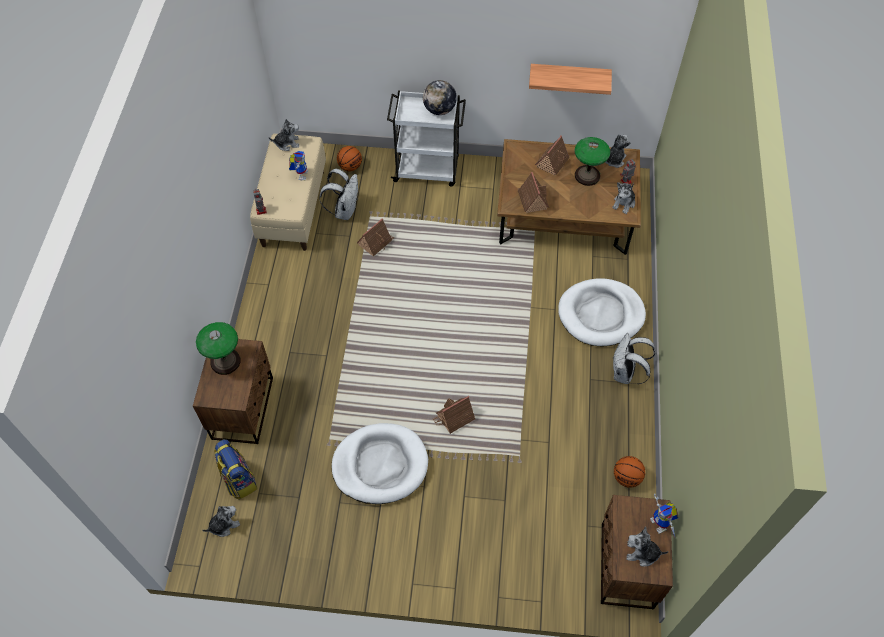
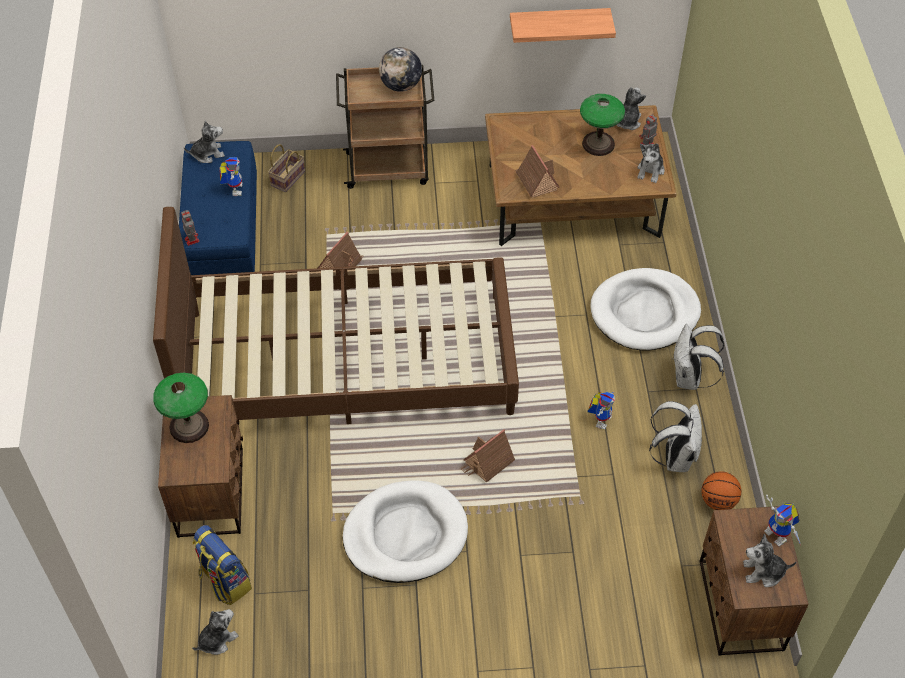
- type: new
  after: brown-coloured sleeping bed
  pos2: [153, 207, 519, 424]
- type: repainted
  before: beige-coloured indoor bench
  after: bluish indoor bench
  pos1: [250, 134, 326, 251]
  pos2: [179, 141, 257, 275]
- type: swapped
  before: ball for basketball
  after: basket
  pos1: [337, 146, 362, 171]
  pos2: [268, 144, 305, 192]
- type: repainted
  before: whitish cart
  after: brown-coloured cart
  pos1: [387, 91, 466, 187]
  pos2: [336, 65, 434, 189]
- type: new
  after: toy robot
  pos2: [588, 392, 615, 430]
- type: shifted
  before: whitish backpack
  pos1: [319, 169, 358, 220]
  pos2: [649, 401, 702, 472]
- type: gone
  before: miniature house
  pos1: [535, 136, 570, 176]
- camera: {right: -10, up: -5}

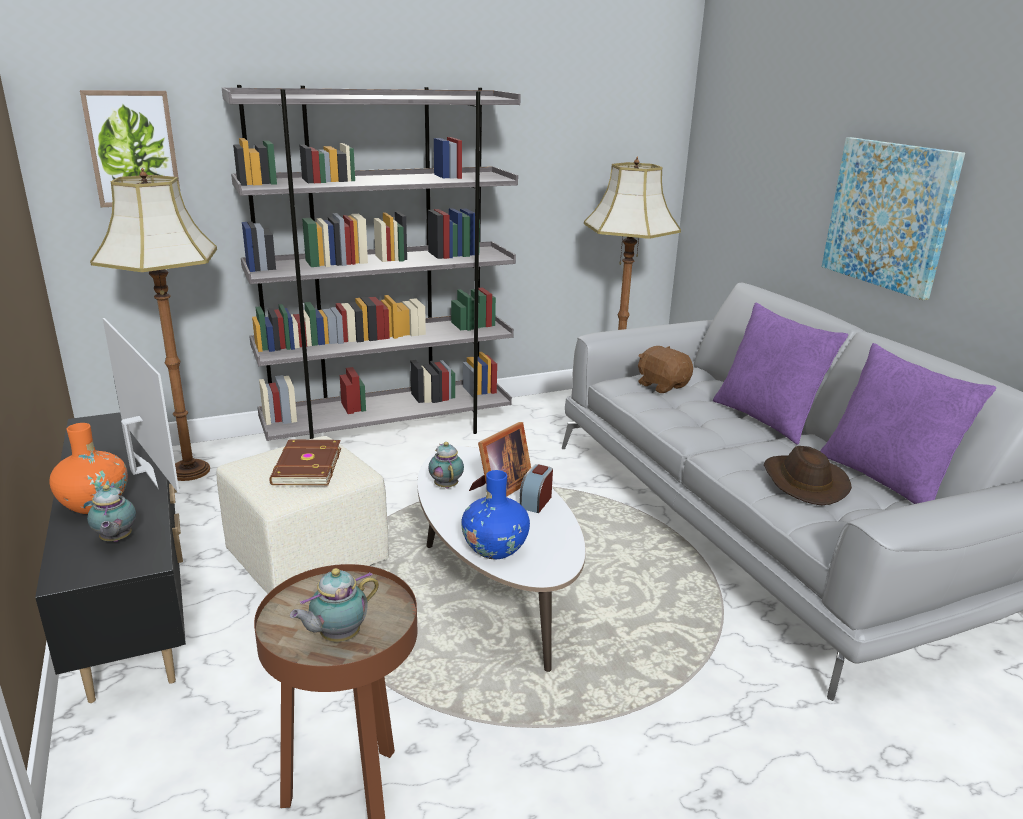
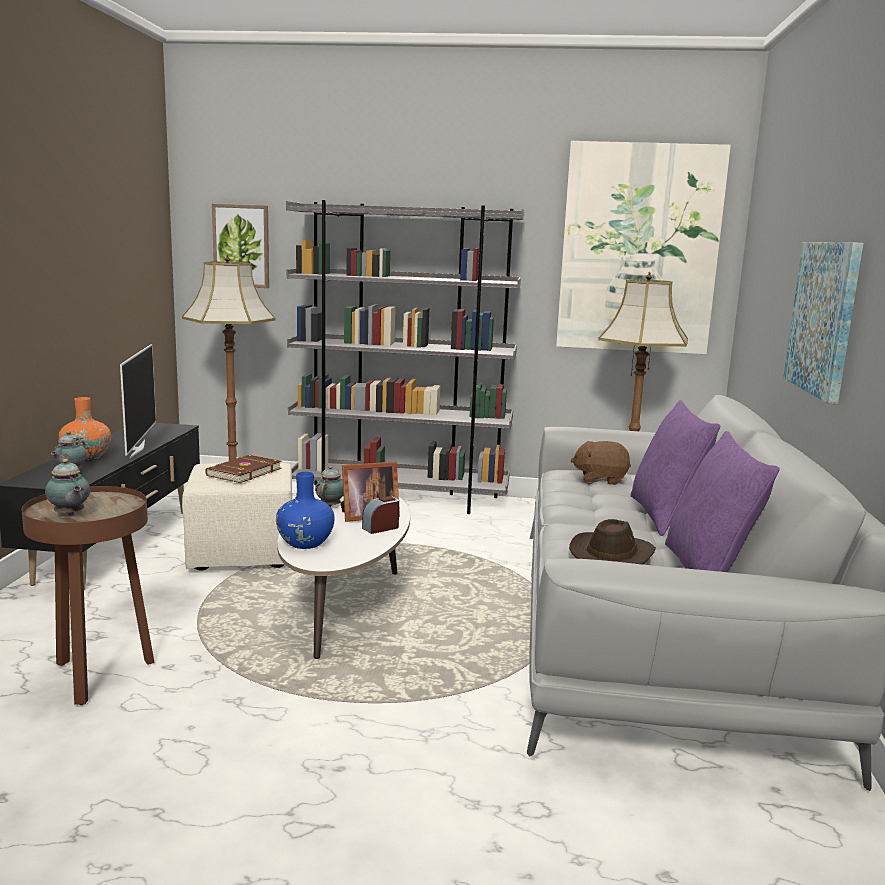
- type: rotated
  before: teapot
  pos1: [290, 568, 379, 642]
  pos2: [45, 459, 90, 516]
  turn: -120
- type: new
  after: picture
  pos2: [556, 141, 731, 354]
- type: rotated
  before: brown-coloured cuddly toy
  pos1: [638, 346, 693, 393]
  pos2: [571, 441, 631, 485]
  turn: -75
- camera: {right: 30, up: -10}

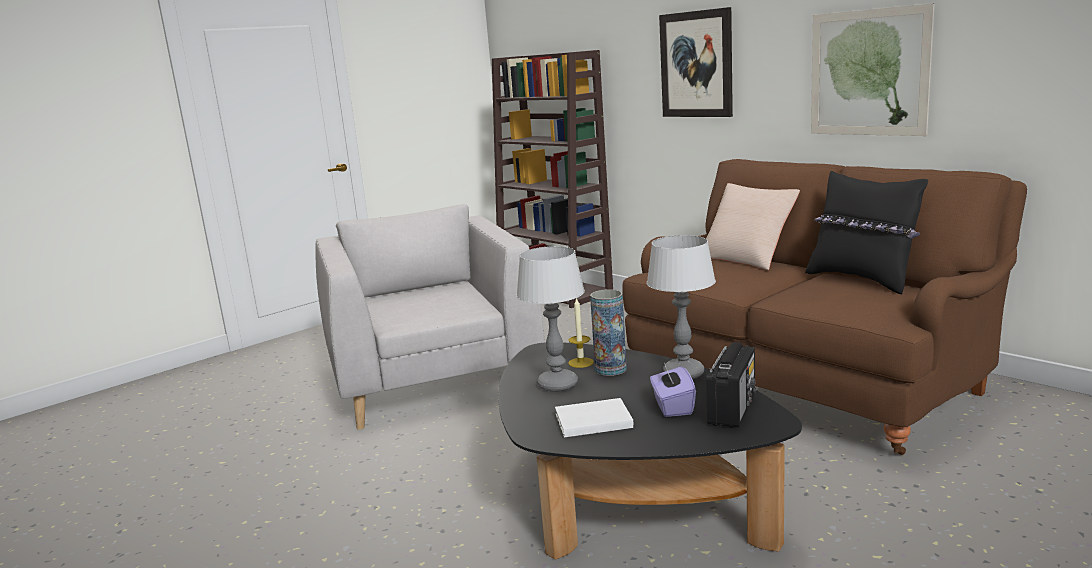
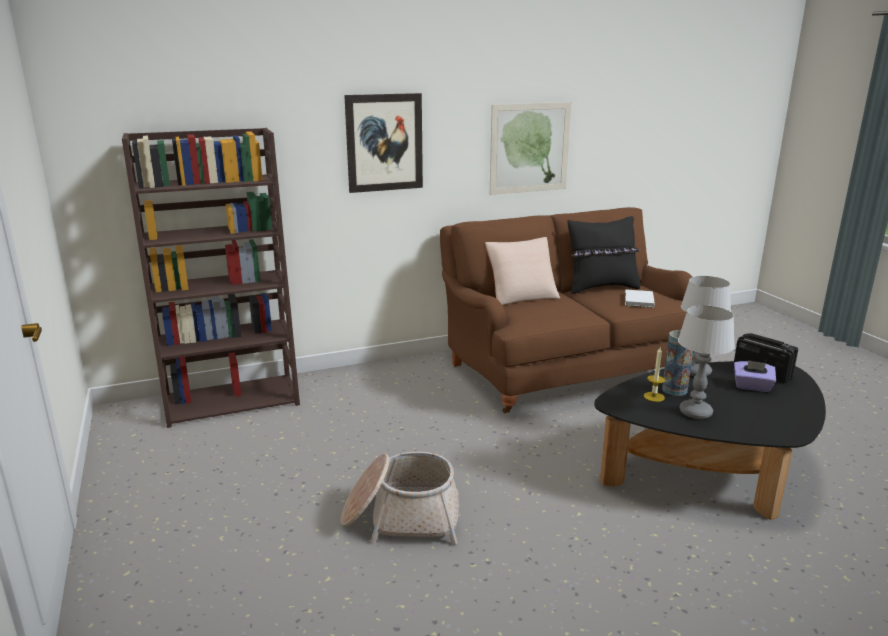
- type: swapped
  before: grey easy chair
  after: basket
  pos1: [315, 204, 545, 430]
  pos2: [341, 452, 459, 545]
- type: shifted
  before: whitish volume
  pos1: [555, 398, 634, 438]
  pos2: [625, 289, 655, 308]
- camera: {right: -70, up: 5}

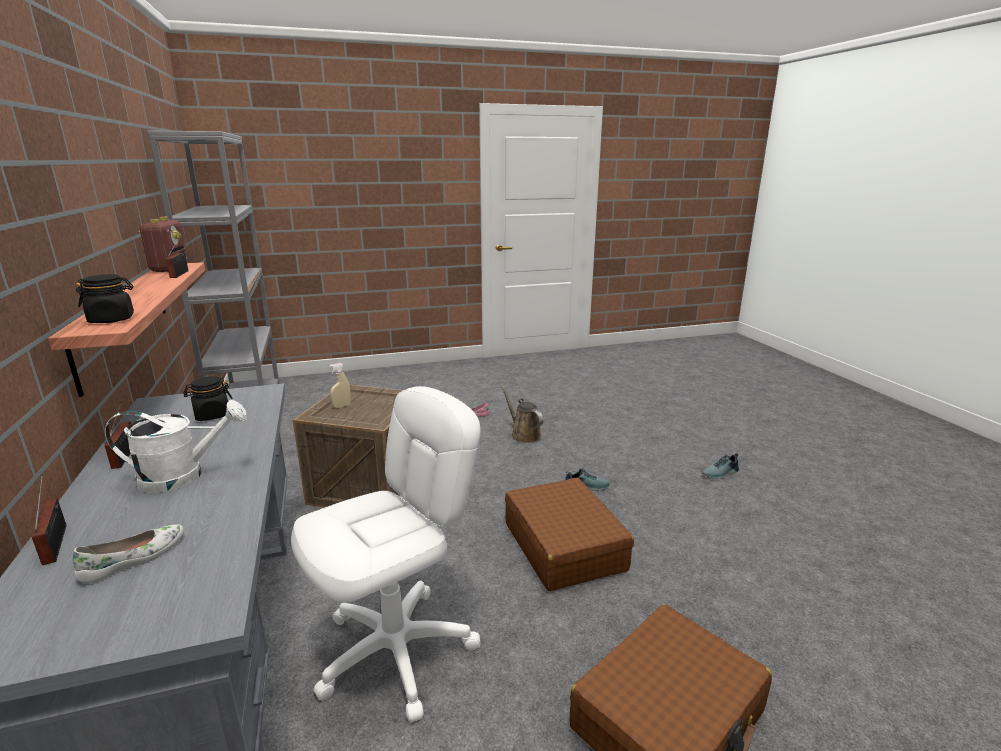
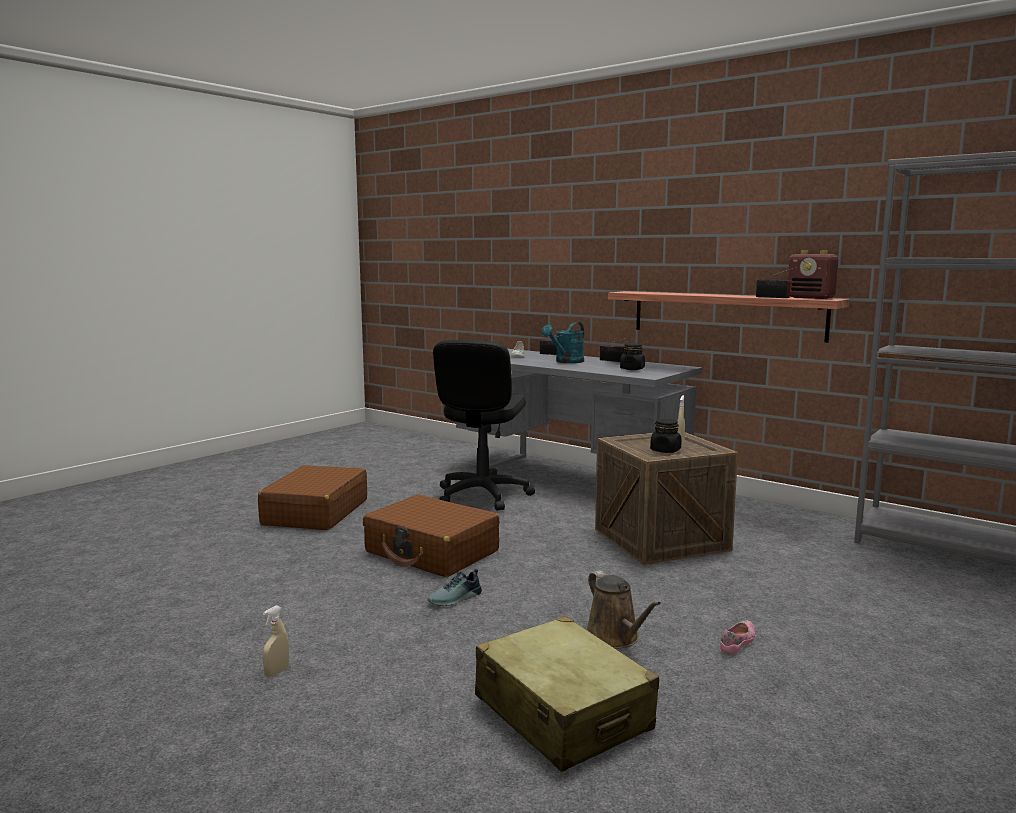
- type: swapped
  before: item of footwear
  after: beige-coloured sprayer
  pos1: [702, 453, 739, 479]
  pos2: [263, 606, 289, 677]
- type: repainted
  before: whitish computer chair
  after: black computer chair
  pos1: [291, 386, 481, 722]
  pos2: [433, 340, 535, 511]
- type: new
  after: beige-coloured suitcase
  pos2: [475, 616, 659, 772]
- type: repainted
  before: whitish sprinkling can
  after: turquoise sprinkling can
  pos1: [105, 400, 247, 493]
  pos2: [541, 322, 584, 363]
- type: rotated
  before: brown-coloured sprinkling can
  pos1: [501, 386, 544, 443]
  pos2: [586, 571, 661, 649]
  turn: 45
- type: shifted
  before: black storage jar
  pos1: [76, 274, 134, 323]
  pos2: [650, 419, 682, 453]
- camera: {right: 145, up: -10}

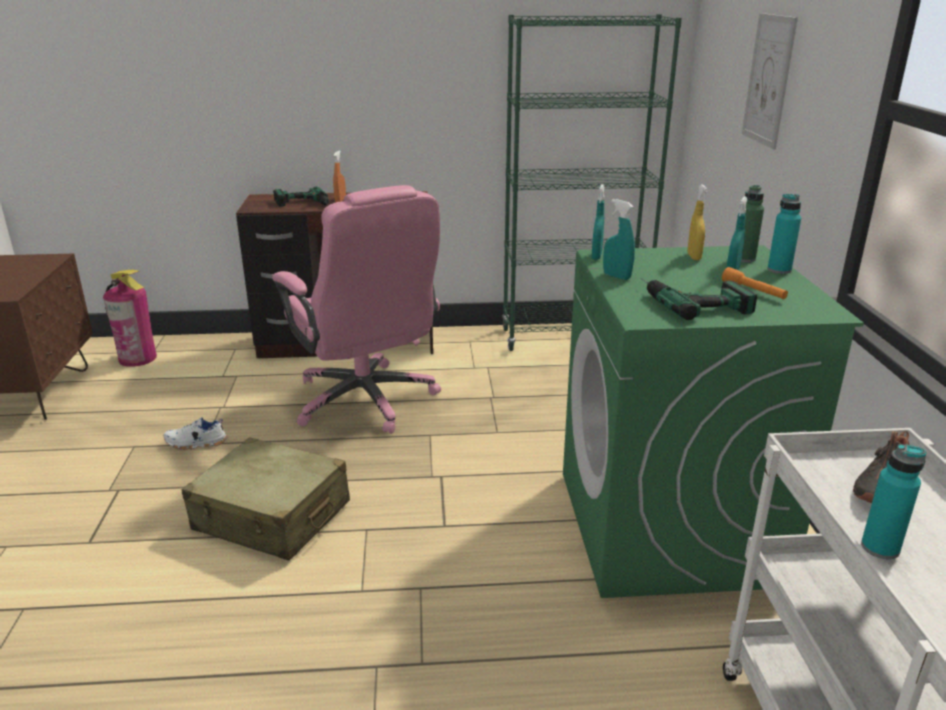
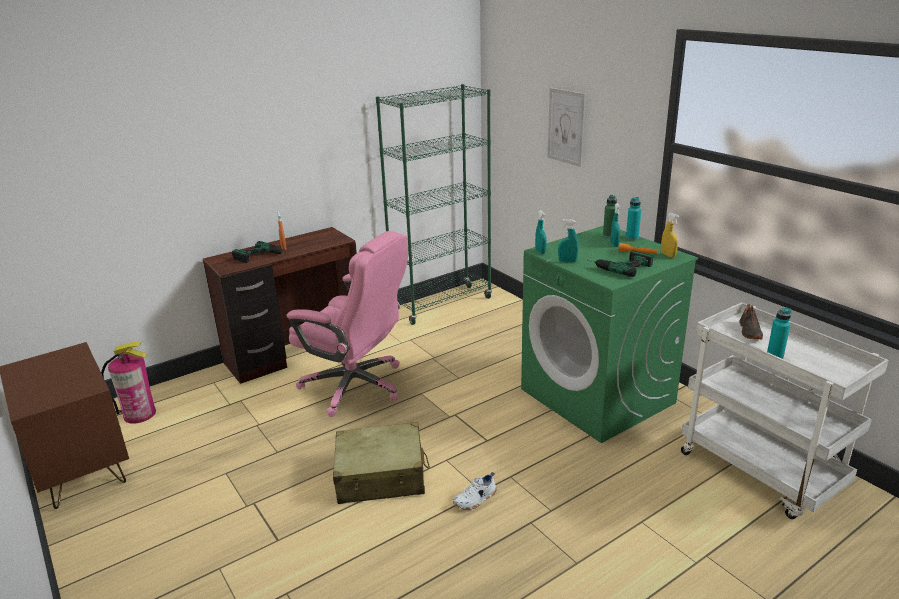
- type: shifted
  before: whitish item of footwear
  pos1: [164, 417, 227, 450]
  pos2: [453, 472, 496, 510]
- type: shifted
  before: yellowish sprayer
  pos1: [687, 185, 708, 260]
  pos2: [661, 213, 679, 257]
- camera: {right: -30, up: 0}

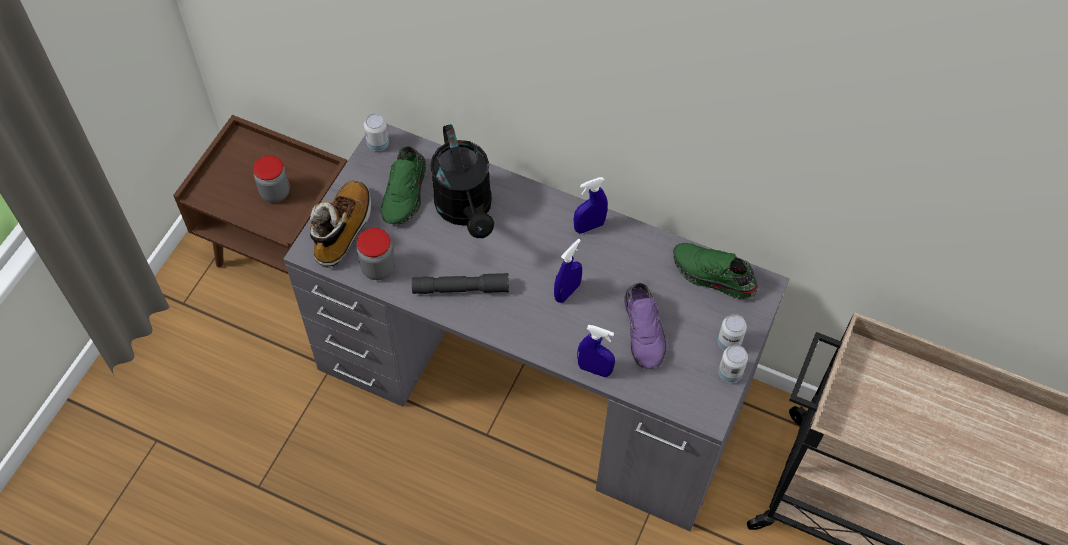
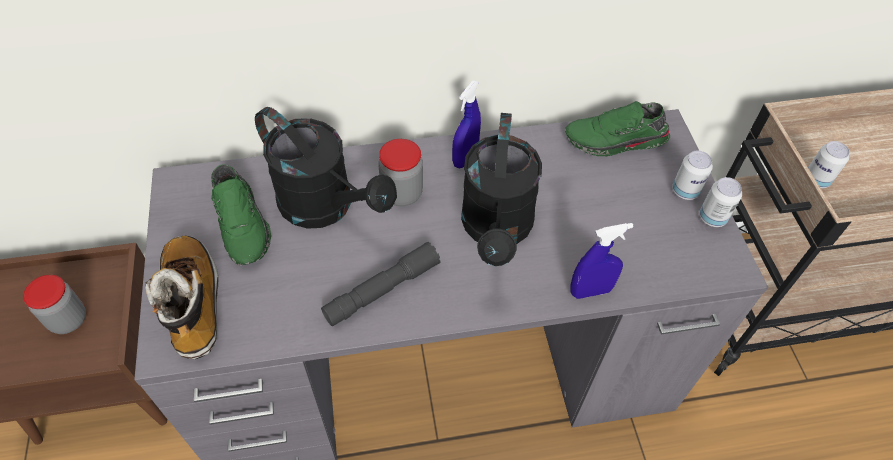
- type: shifted
  before: storage jar
  pos1: [357, 228, 395, 280]
  pos2: [378, 139, 423, 206]
- type: swapped
  before: bluish sprayer
  after: black sprinkling can
  pos1: [554, 239, 582, 303]
  pos2: [461, 113, 542, 266]
- type: shifted
  before: can
  pos1: [364, 114, 389, 151]
  pos2: [808, 141, 850, 188]
- type: gone
  before: purple-coloured item of footwear
  pos1: [624, 283, 667, 369]
- camera: {right: -35, up: -5}

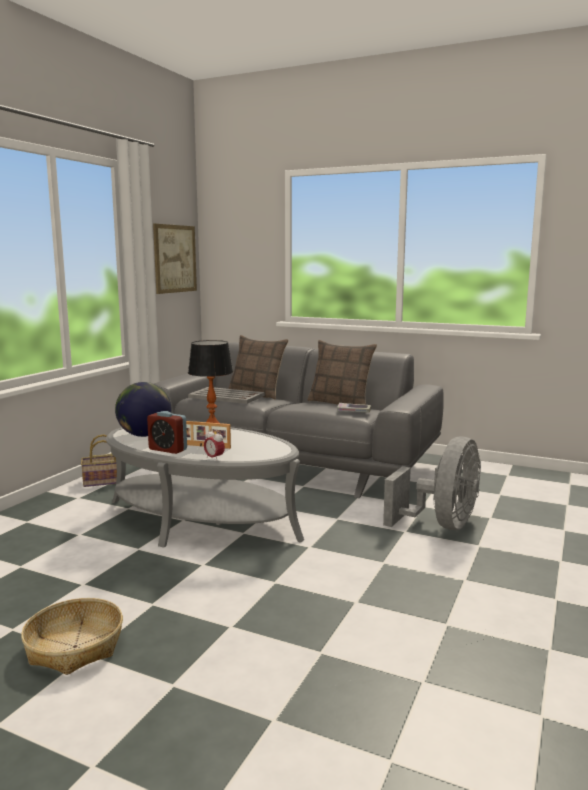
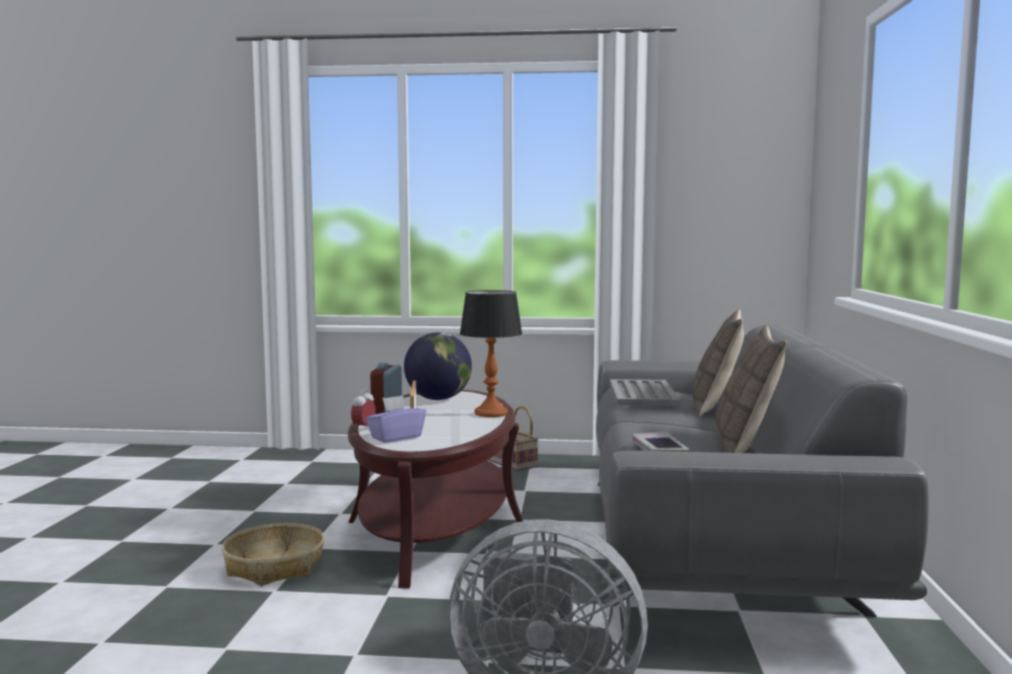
- type: shifted
  before: basket
  pos1: [21, 598, 123, 675]
  pos2: [222, 523, 325, 586]
- type: repainted
  before: grey lounge table
  after: brown-coloured lounge table
  pos1: [106, 427, 304, 547]
  pos2: [348, 390, 523, 589]
- type: new
  after: purple-coloured tissue holder
  pos2: [366, 395, 426, 443]
- type: gone
  before: picture
  pos1: [153, 224, 197, 294]
- camera: {right: 70, up: -5}

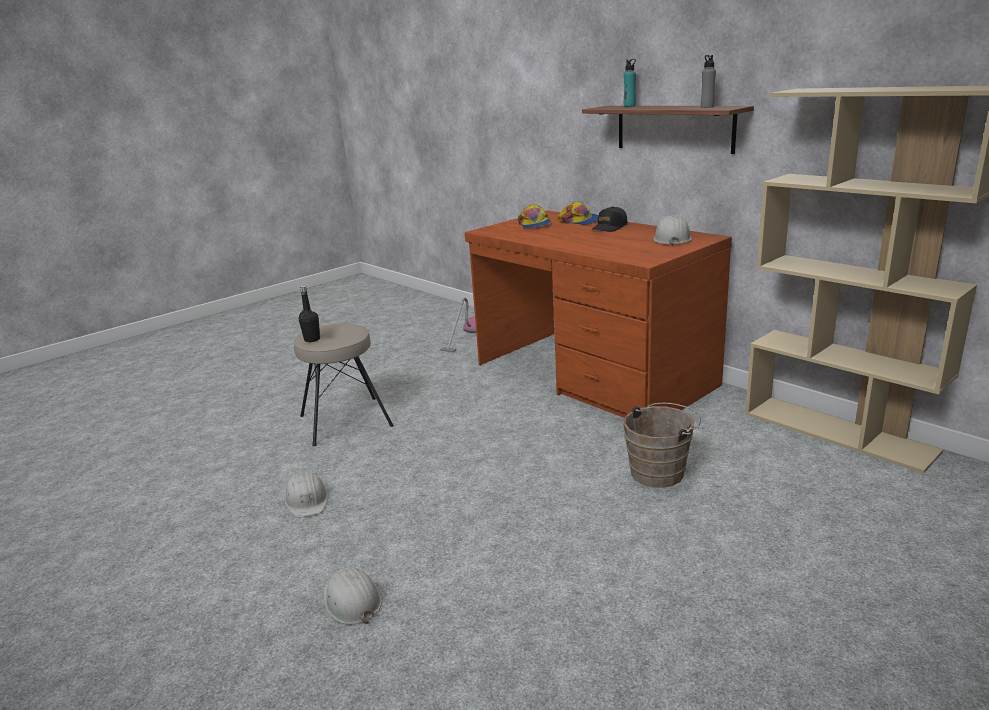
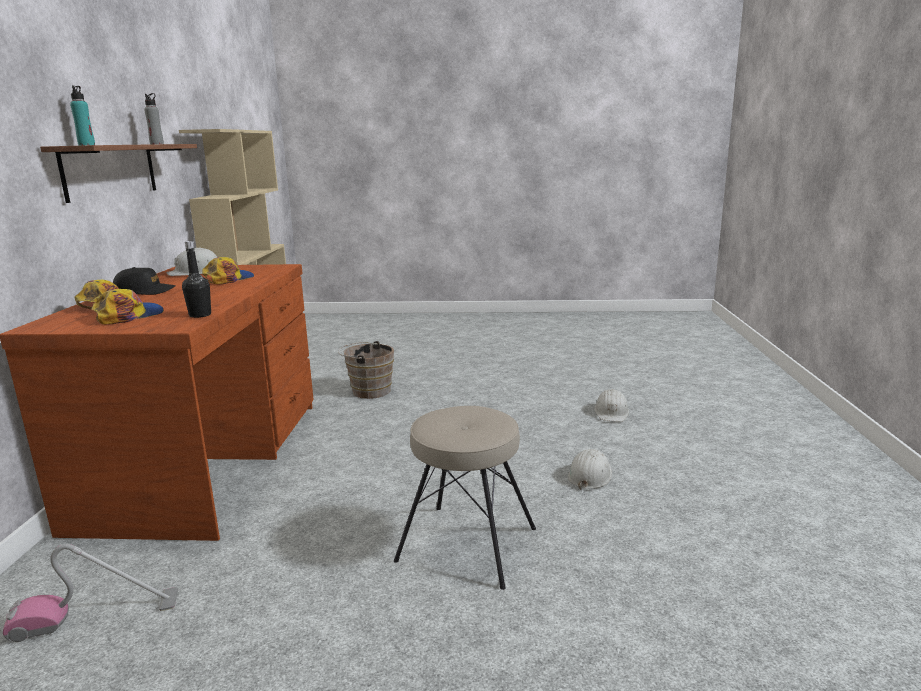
- type: shifted
  before: black bottle
  pos1: [299, 286, 320, 342]
  pos2: [182, 241, 211, 318]
- type: new
  after: baseball cap
  pos2: [202, 257, 254, 284]
- camera: {right: -135, up: -5}

